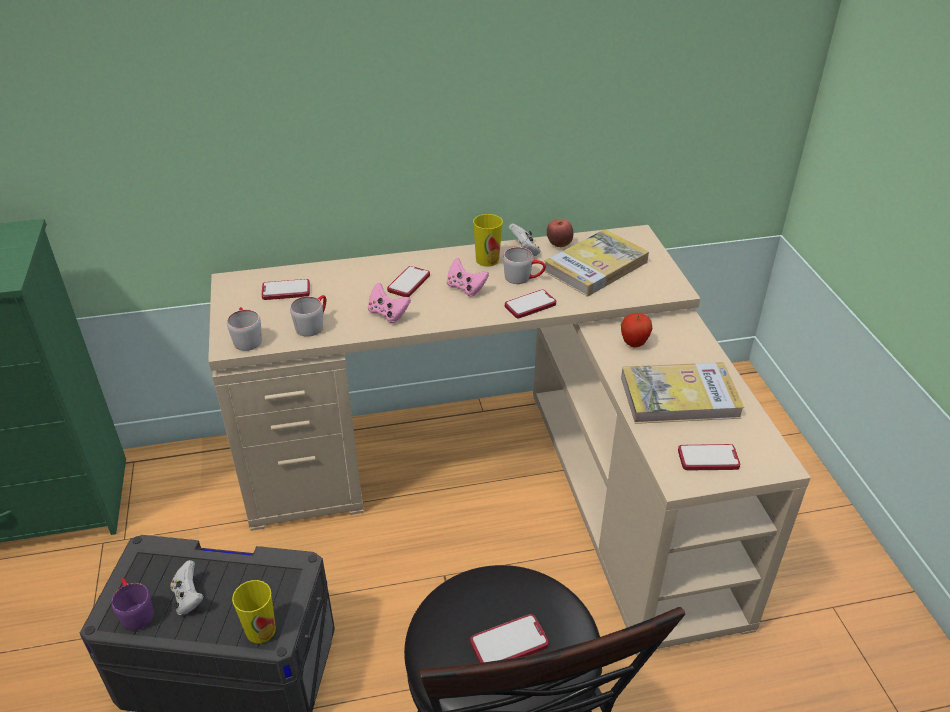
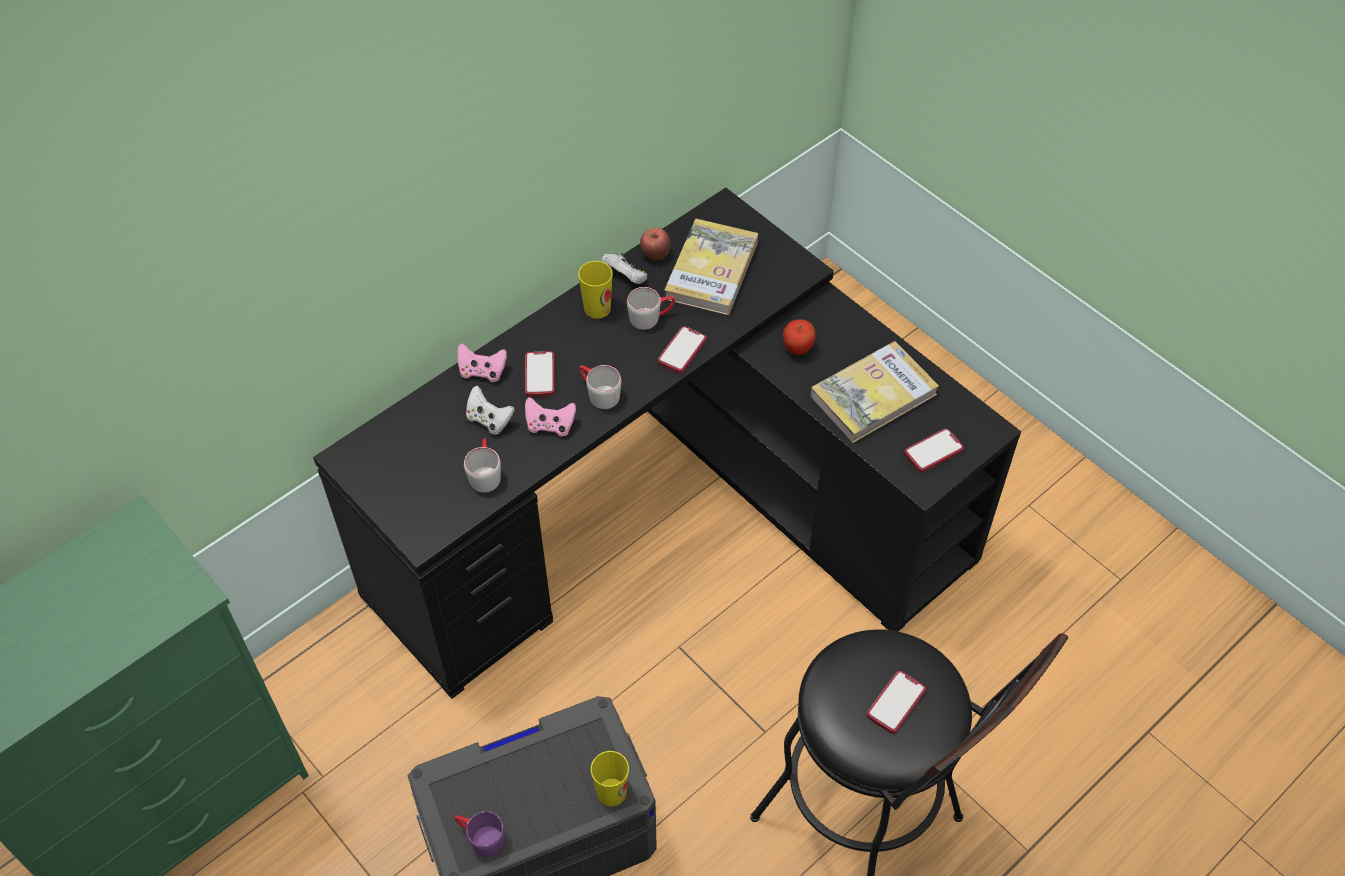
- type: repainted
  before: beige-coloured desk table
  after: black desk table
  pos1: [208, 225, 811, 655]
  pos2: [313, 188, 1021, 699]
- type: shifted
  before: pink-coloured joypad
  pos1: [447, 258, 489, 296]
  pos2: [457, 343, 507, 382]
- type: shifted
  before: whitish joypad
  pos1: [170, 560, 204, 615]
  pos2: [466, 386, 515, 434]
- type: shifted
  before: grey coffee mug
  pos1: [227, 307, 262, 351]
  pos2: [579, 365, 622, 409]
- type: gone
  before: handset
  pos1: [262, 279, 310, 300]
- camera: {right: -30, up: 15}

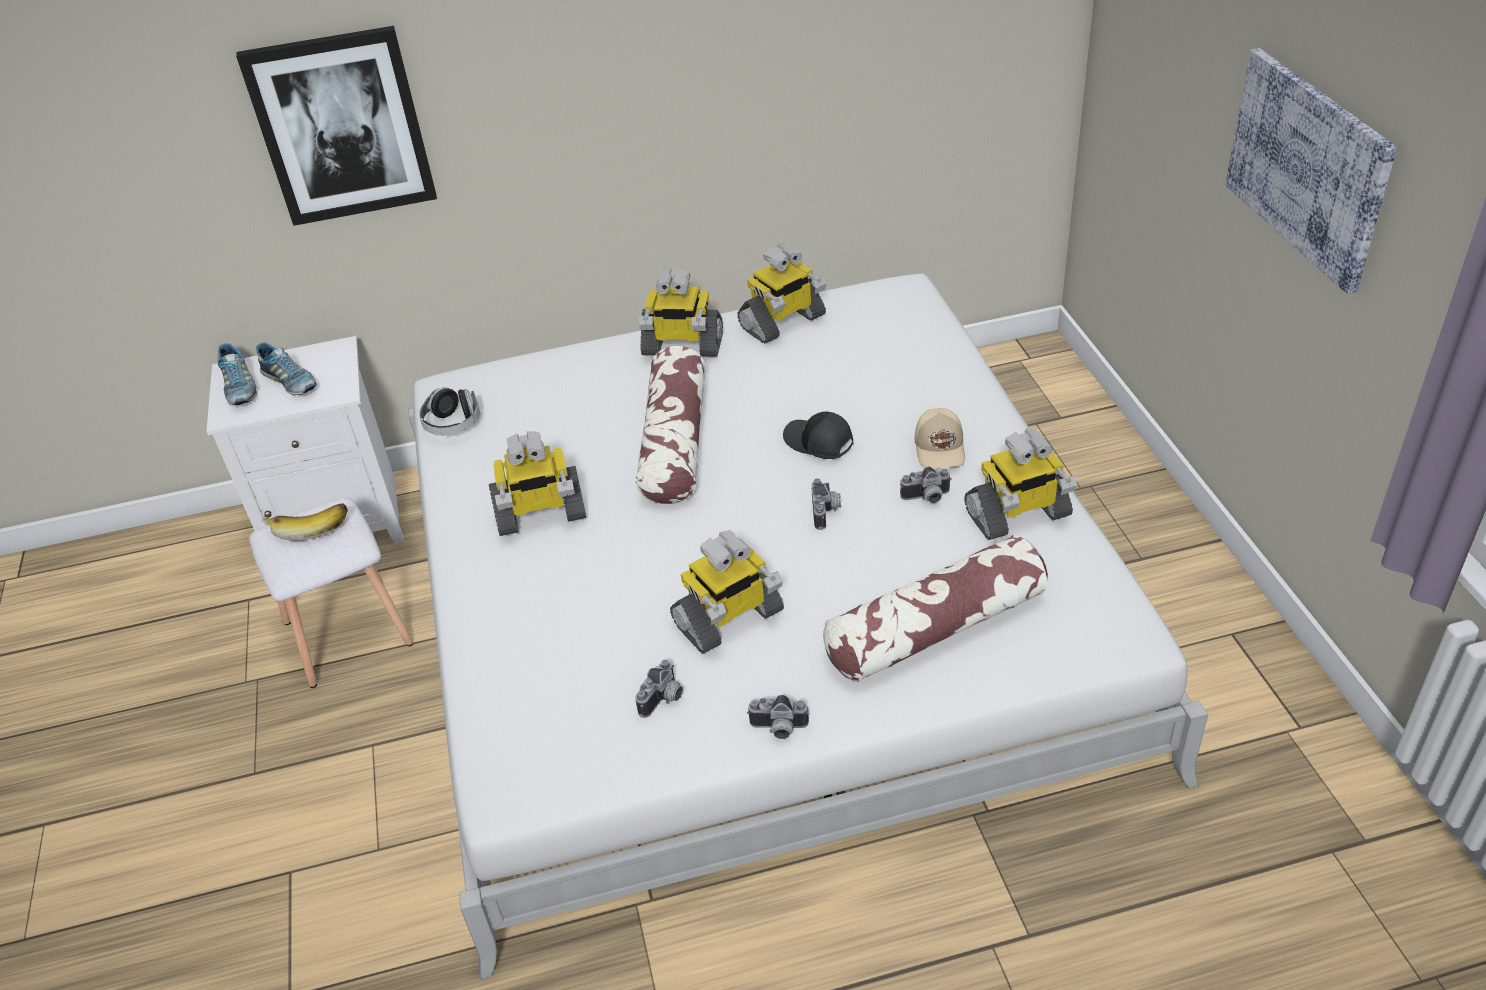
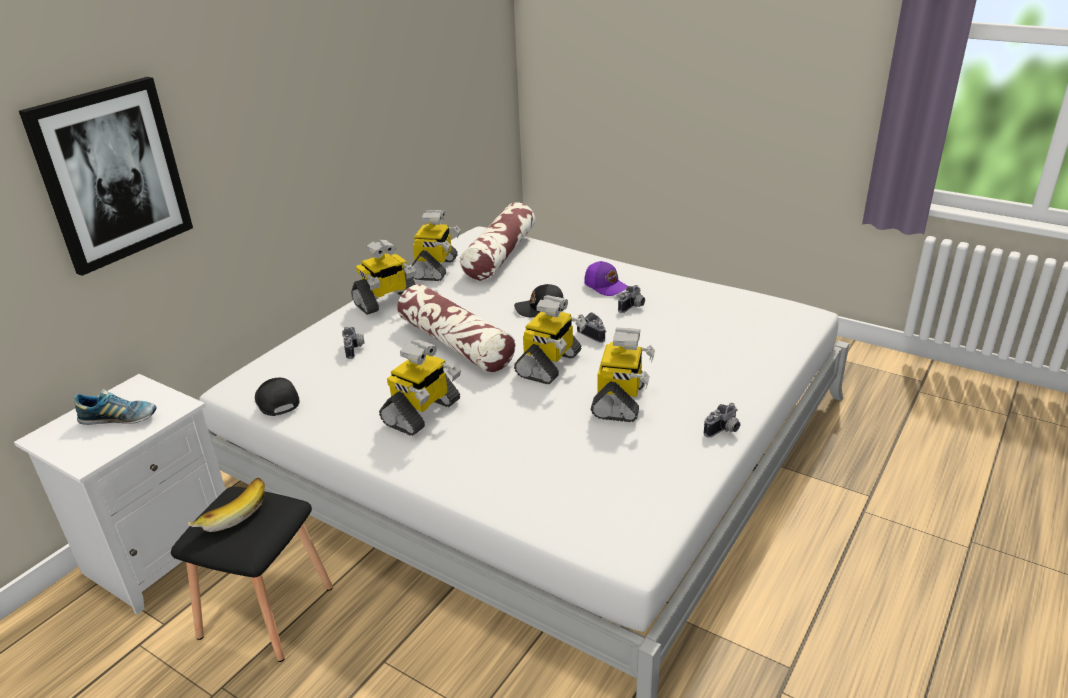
- type: repainted
  before: whitish sitting stool
  after: black sitting stool
  pos1: [249, 497, 413, 688]
  pos2: [171, 486, 333, 662]
- type: swapped
  before: headset
  after: black baseball cap
  pos1: [419, 387, 480, 435]
  pos2: [255, 378, 300, 416]
- type: shifted
  before: photo camera
  pos1: [635, 659, 683, 718]
  pos2: [342, 327, 365, 359]
- type: shifted
  before: throw pillow
  pos1: [823, 535, 1048, 682]
  pos2: [460, 202, 535, 281]
- type: shifted
  before: toy robot
  pos1: [965, 429, 1077, 540]
  pos2: [514, 295, 587, 384]
- type: repainted
  before: beige-coloured baseball cap
  after: purple-coloured baseball cap
  pos1: [915, 408, 965, 468]
  pos2: [584, 261, 628, 296]
- type: gone
  before: item of footwear
  pos1: [218, 343, 257, 406]
- type: gone
  before: picture
  pos1: [1225, 48, 1397, 294]
- camera: {right: -45, up: -10}

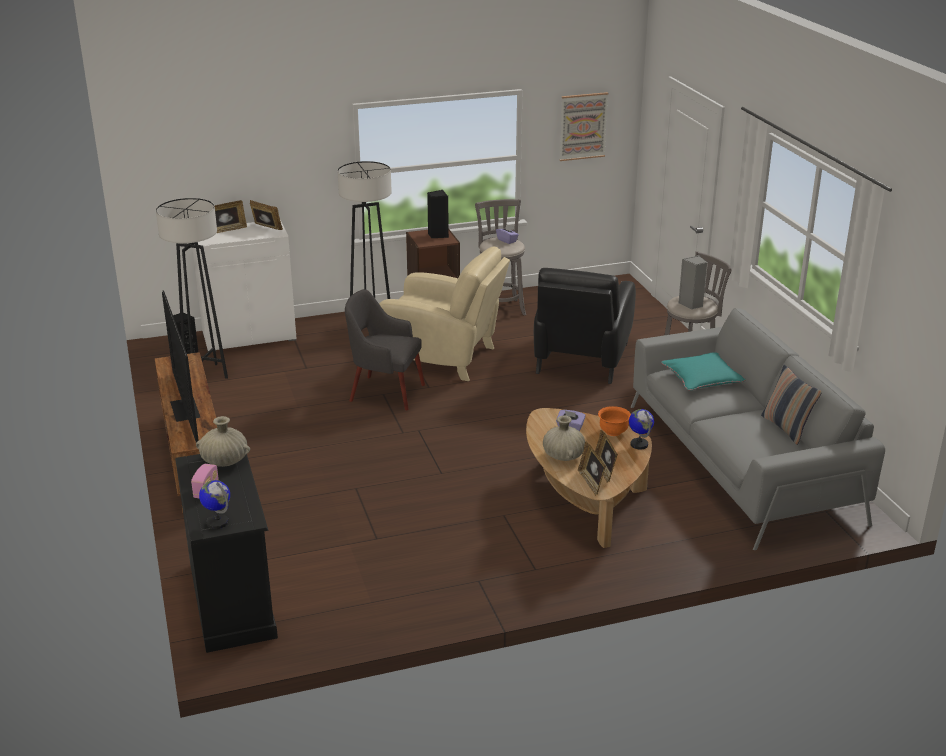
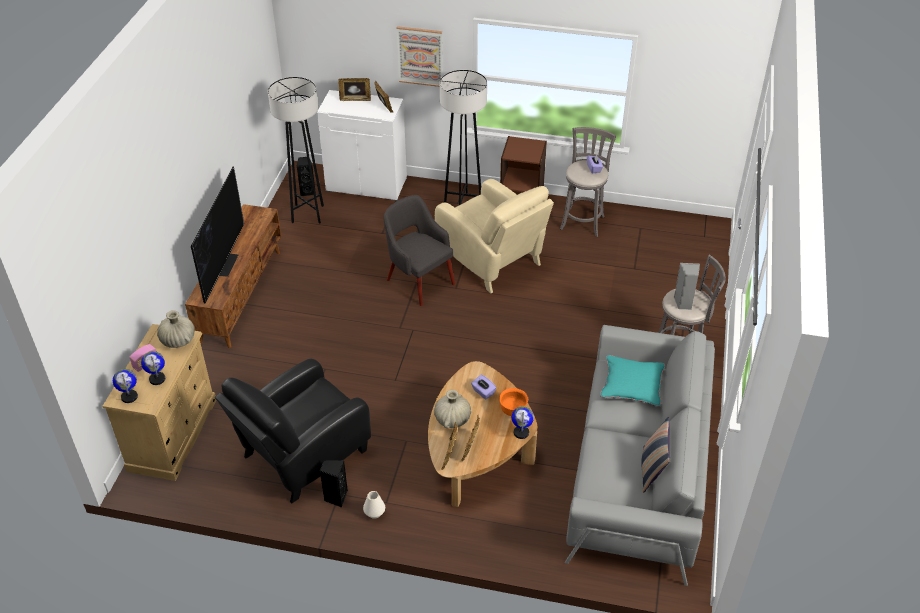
- type: repainted
  before: black drawer chest
  after: beige-coloured drawer chest
  pos1: [175, 454, 278, 653]
  pos2: [102, 324, 216, 481]
- type: new
  after: world globe
  pos2: [141, 351, 165, 385]
- type: shifted
  before: black easy chair
  pos1: [534, 268, 636, 384]
  pos2: [215, 359, 371, 503]
- type: shifted
  before: black audio speaker
  pos1: [427, 190, 449, 238]
  pos2: [320, 460, 348, 508]
- type: new
  after: whitish vase
  pos2: [363, 491, 385, 519]
- type: shifted
  before: picture
  pos1: [559, 92, 608, 161]
  pos2: [396, 26, 443, 87]
- camera: {right: 30, up: 15}

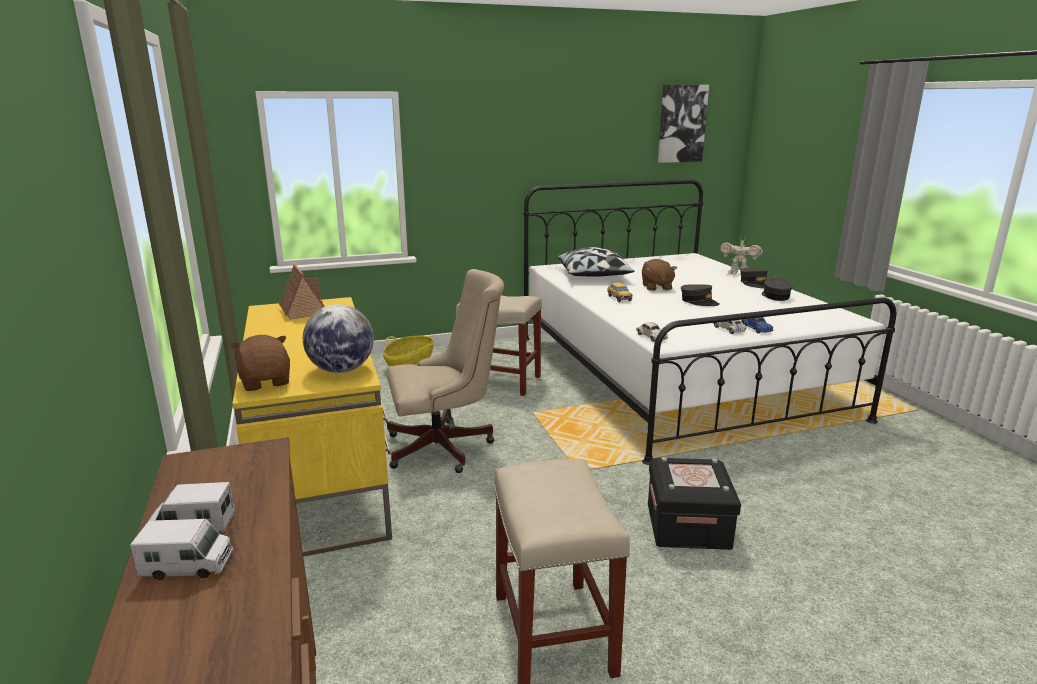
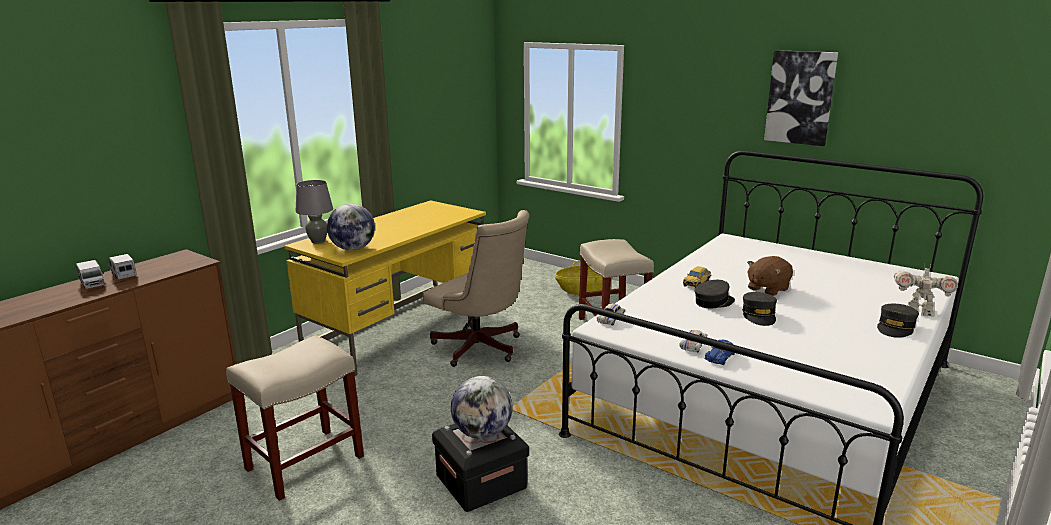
- type: swapped
  before: brown-coloured cuddly toy
  after: grey lamp for a table
  pos1: [230, 335, 290, 391]
  pos2: [296, 180, 333, 244]
- type: new
  after: world globe
  pos2: [451, 376, 513, 439]
- type: shifted
  before: grey baseball cap
  pos1: [762, 277, 793, 301]
  pos2: [694, 280, 735, 308]
- type: shifted
  before: picture
  pos1: [658, 85, 709, 163]
  pos2: [764, 50, 838, 146]
- type: rotated
  before: toy robot
  pos1: [720, 238, 763, 275]
  pos2: [894, 265, 958, 317]
  turn: -60
- type: gone
  before: miniature house
  pos1: [279, 264, 325, 320]
- type: gone
  before: throw pillow
  pos1: [557, 247, 635, 277]
- camera: {right: 55, up: 0}

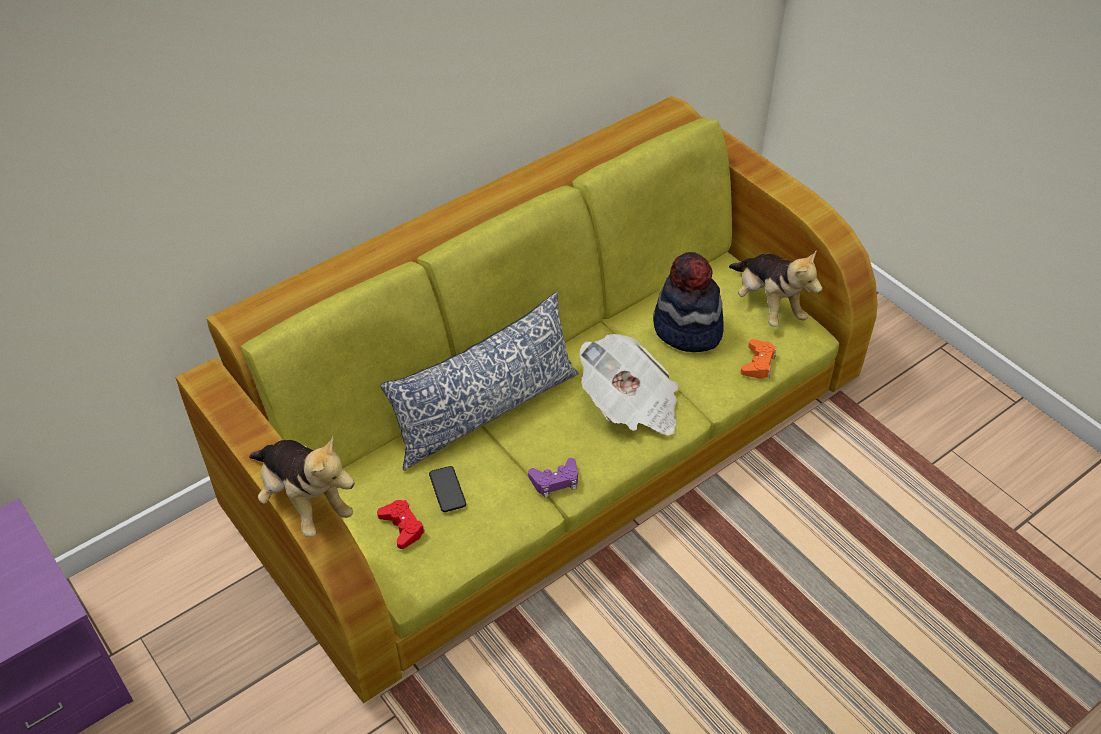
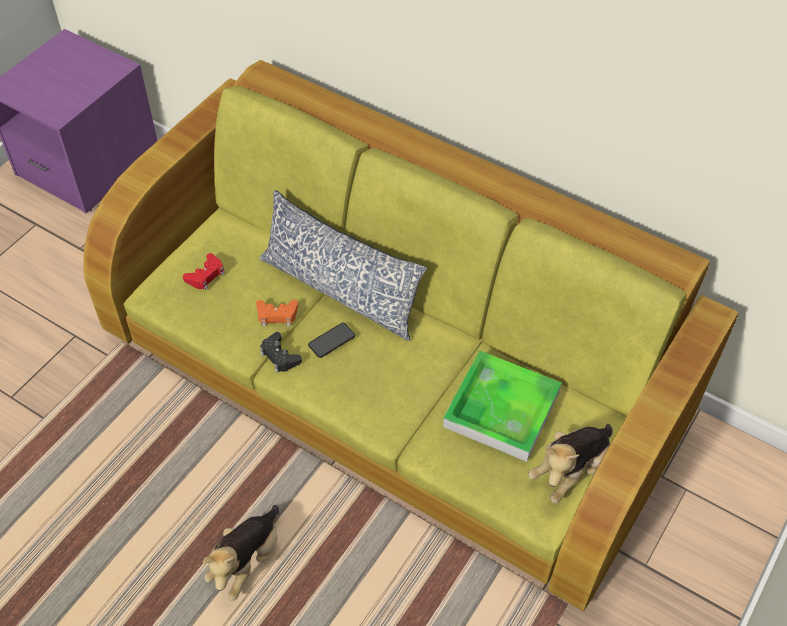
- type: shifted
  before: cuddly toy
  pos1: [249, 436, 355, 537]
  pos2: [203, 505, 279, 601]
- type: shifted
  before: orange joypad
  pos1: [741, 339, 776, 379]
  pos2: [256, 300, 298, 326]
- type: repainted
  before: purple-coloured joypad
  after: black joypad
  pos1: [528, 458, 578, 497]
  pos2: [260, 332, 302, 373]
- type: shifted
  before: handset
  pos1: [429, 466, 466, 512]
  pos2: [308, 323, 355, 358]
- type: swapped
  before: clothing hat
  after: serving tray
  pos1: [653, 252, 724, 352]
  pos2: [443, 350, 562, 462]
- type: gone
  before: printed paper
  pos1: [579, 334, 678, 436]
- camera: {right: 70, up: 5}

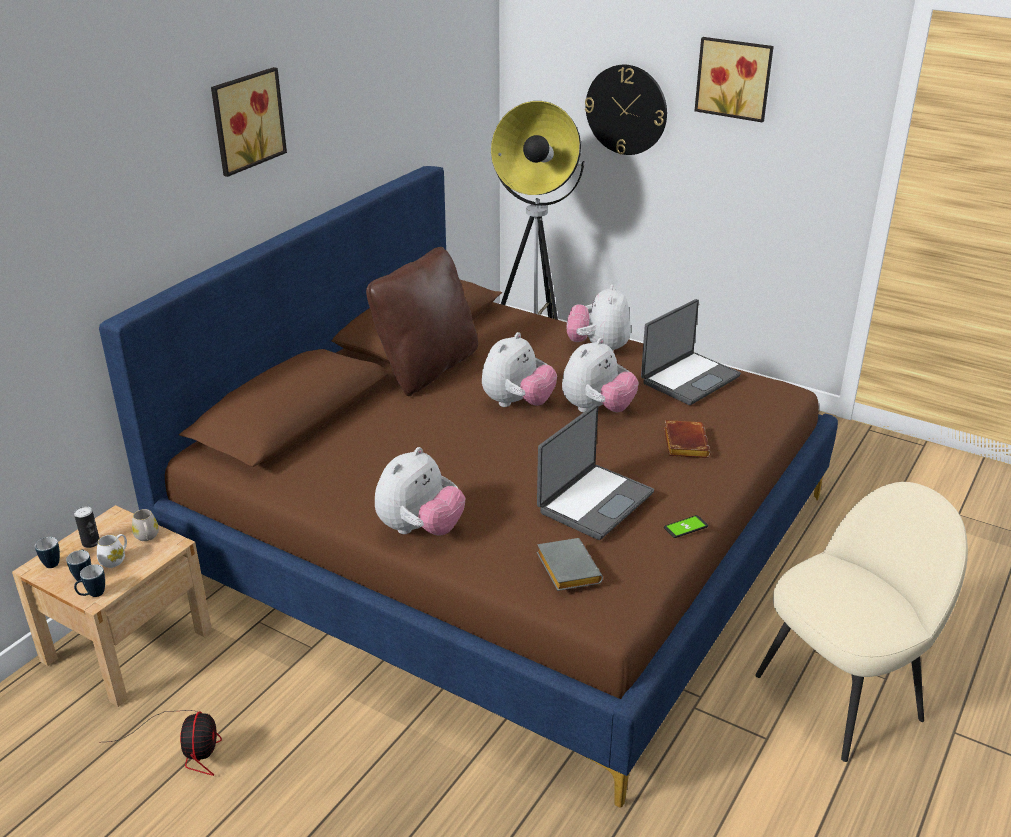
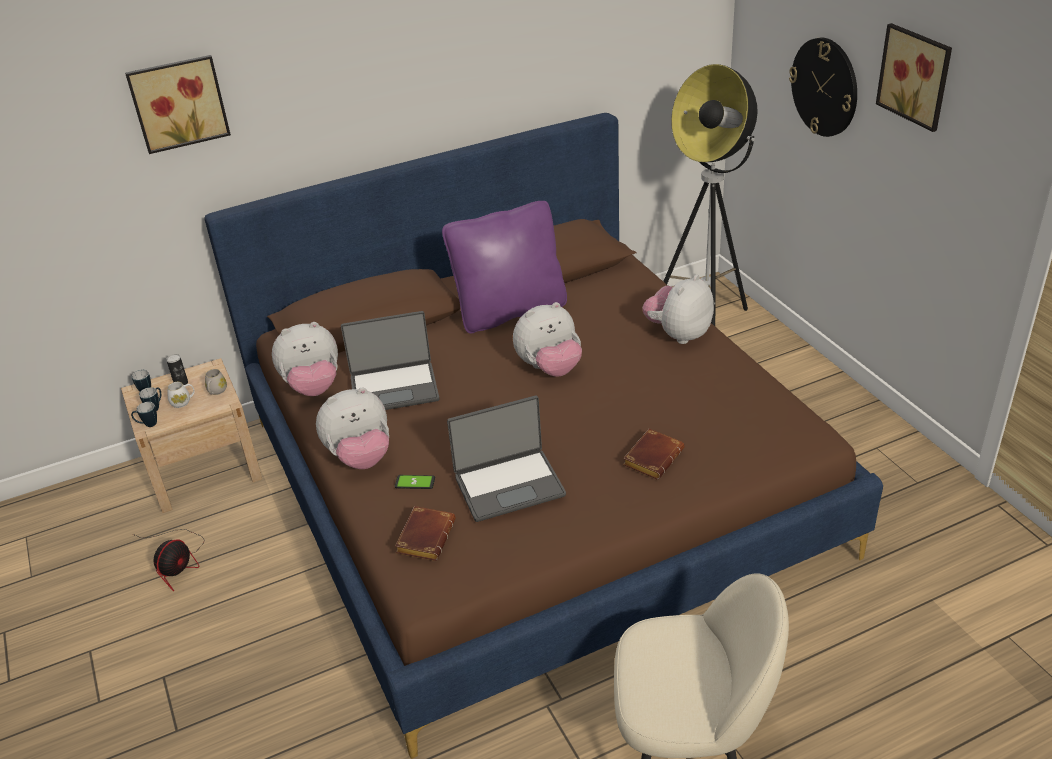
- type: shifted
  before: picture
  pos1: [211, 67, 287, 177]
  pos2: [125, 55, 231, 154]
- type: shifted
  before: cuddly toy
  pos1: [562, 338, 638, 412]
  pos2: [272, 322, 338, 396]
- type: shifted
  before: laptop
  pos1: [641, 299, 741, 405]
  pos2: [341, 311, 439, 410]
- type: shifted
  before: handset
  pos1: [664, 515, 708, 538]
  pos2: [395, 475, 435, 489]
- type: repainted
  before: grey volume
  after: brown-coloured volume
  pos1: [537, 538, 603, 591]
  pos2: [395, 506, 456, 561]
- type: repainted
  before: brown-coloured throw pillow
  after: purple-coloured throw pillow
  pos1: [366, 247, 478, 396]
  pos2: [442, 201, 567, 334]
- camera: {right: 35, up: 5}

